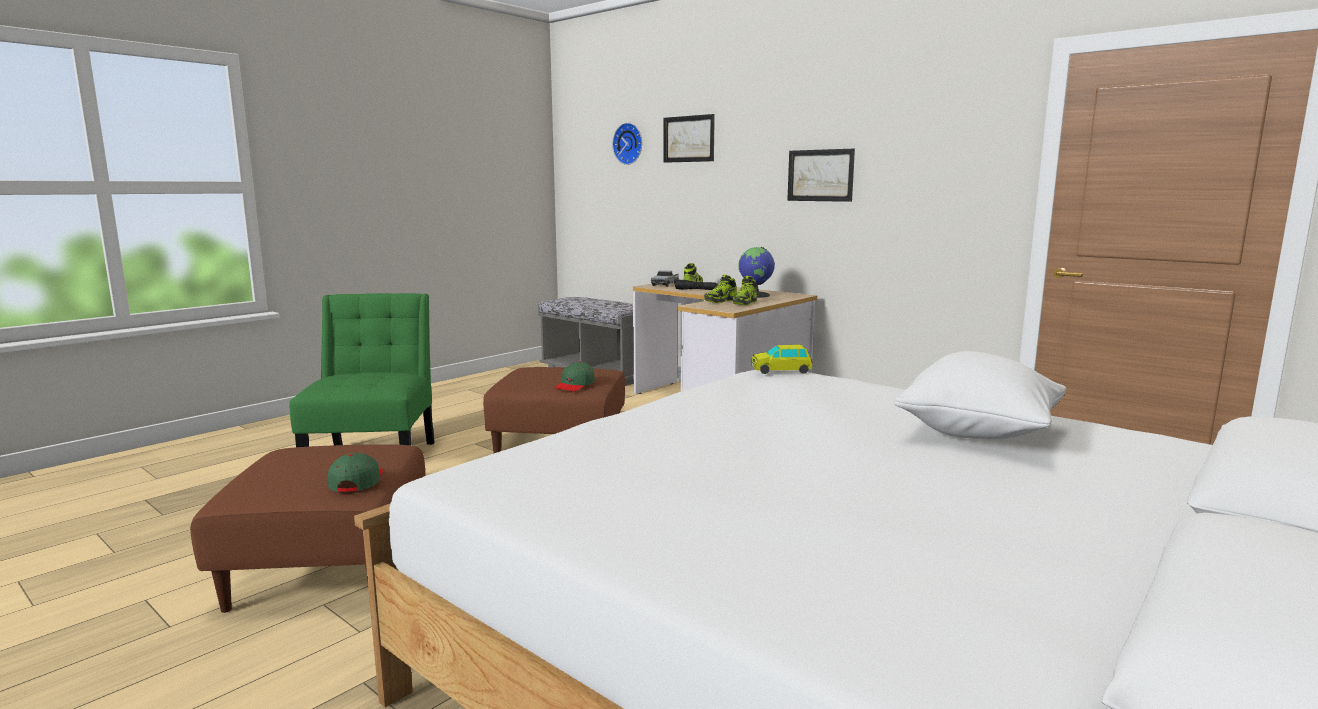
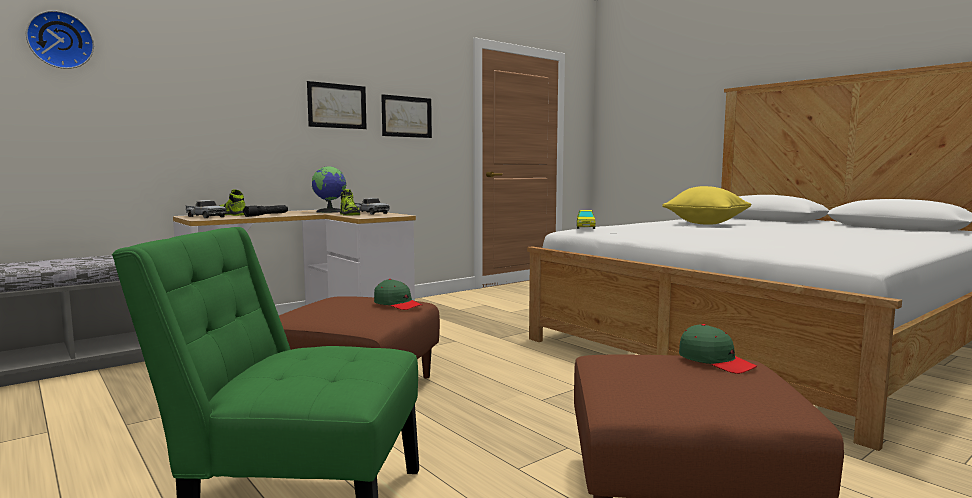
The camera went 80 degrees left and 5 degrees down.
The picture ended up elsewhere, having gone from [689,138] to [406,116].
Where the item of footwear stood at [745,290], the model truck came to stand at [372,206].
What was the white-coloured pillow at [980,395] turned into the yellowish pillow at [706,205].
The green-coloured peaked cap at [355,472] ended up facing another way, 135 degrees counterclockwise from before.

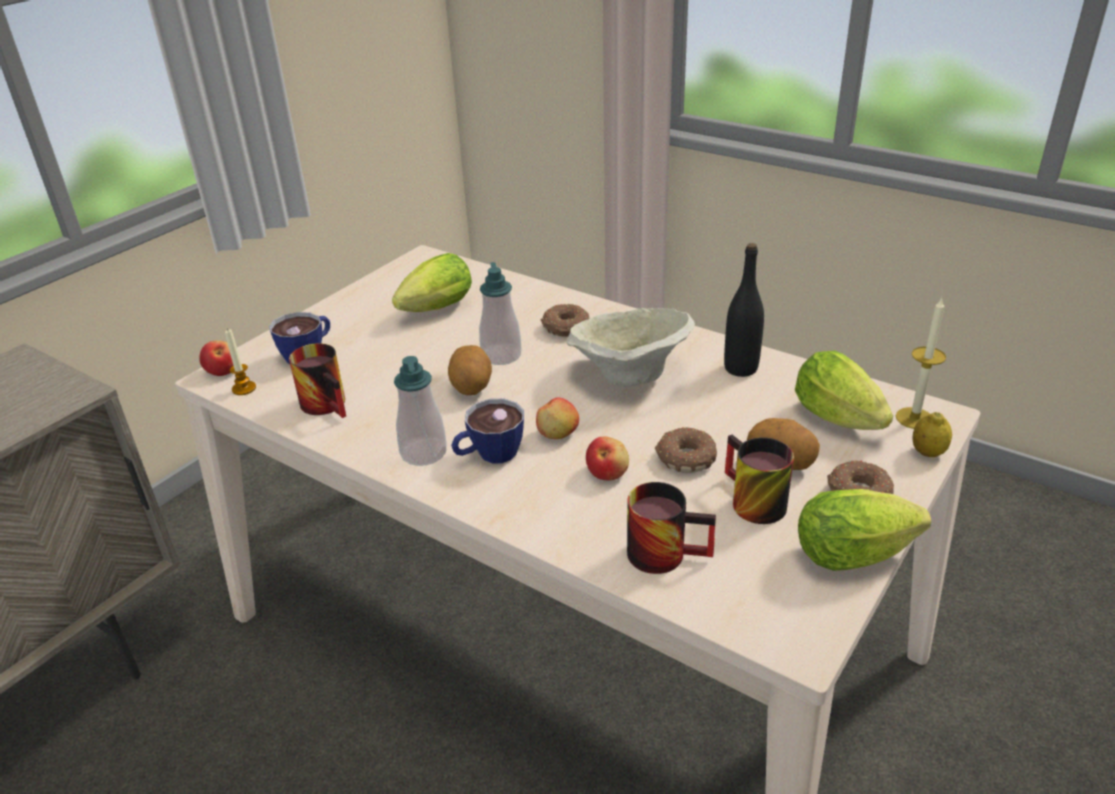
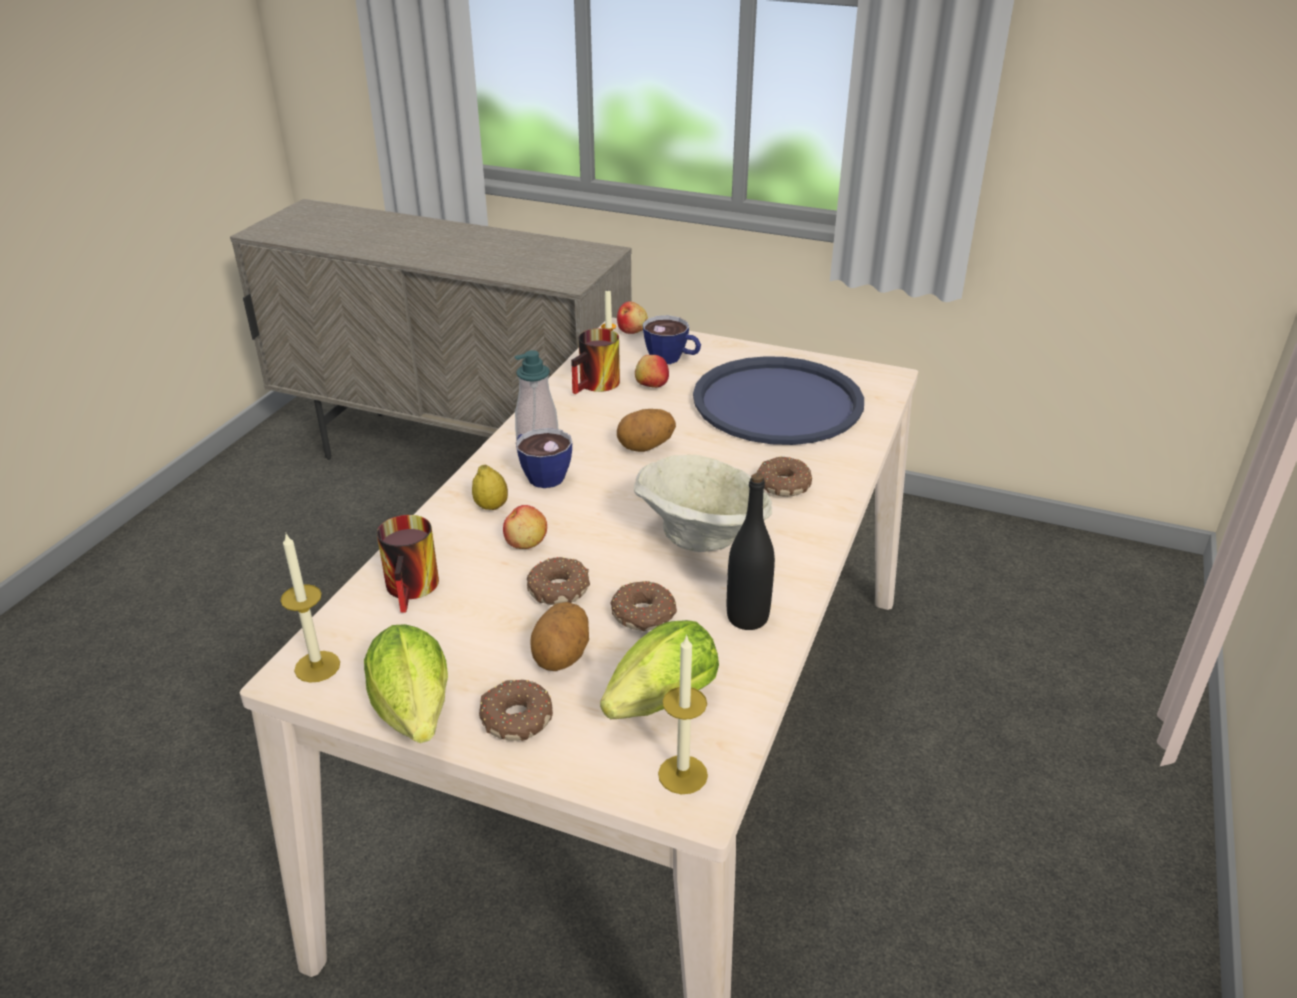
The camera went 75 degrees right and 0 degrees up.
The second view lost the liquid soap bottle at [500,313].
The second view lost the tea mug at [759,479].
The second view gained the candle at [310,607].
The second view gained the ring doughnut at [643,606].
The apple fruit ended up elsewhere, having gone from [557,418] to [652,371].
The whole lemon ended up elsewhere, having gone from [932,434] to [490,487].
Where the lettuce stood at [432,282], the blue-coloured carrying tray came to stand at [778,400].

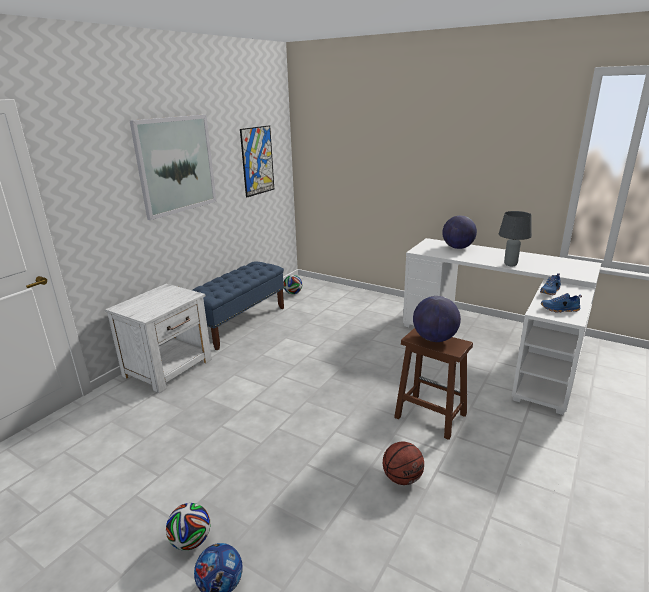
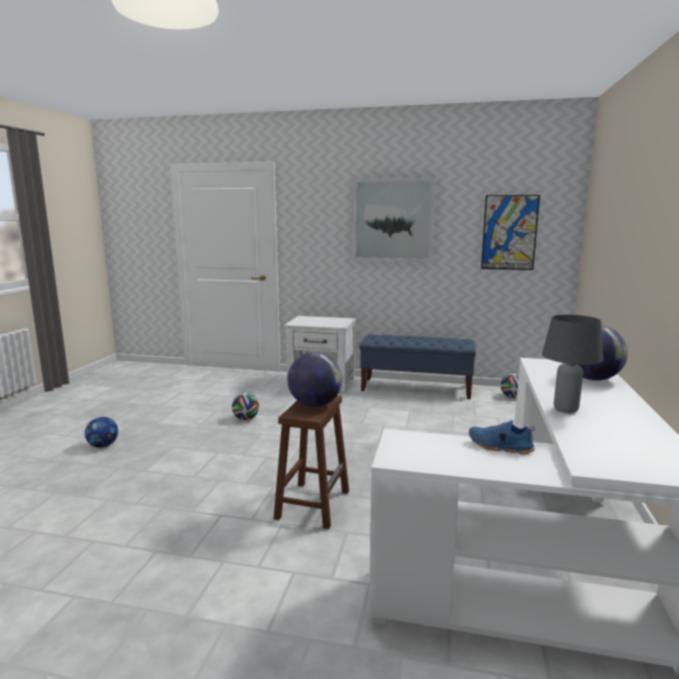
The camera went 70 degrees right and 10 degrees down.
The second view lost the basketball ball at [403,463].
The second view lost the blue-coloured item of footwear at [561,303].
The ball for football ended up elsewhere, having gone from [188,526] to [245,406].

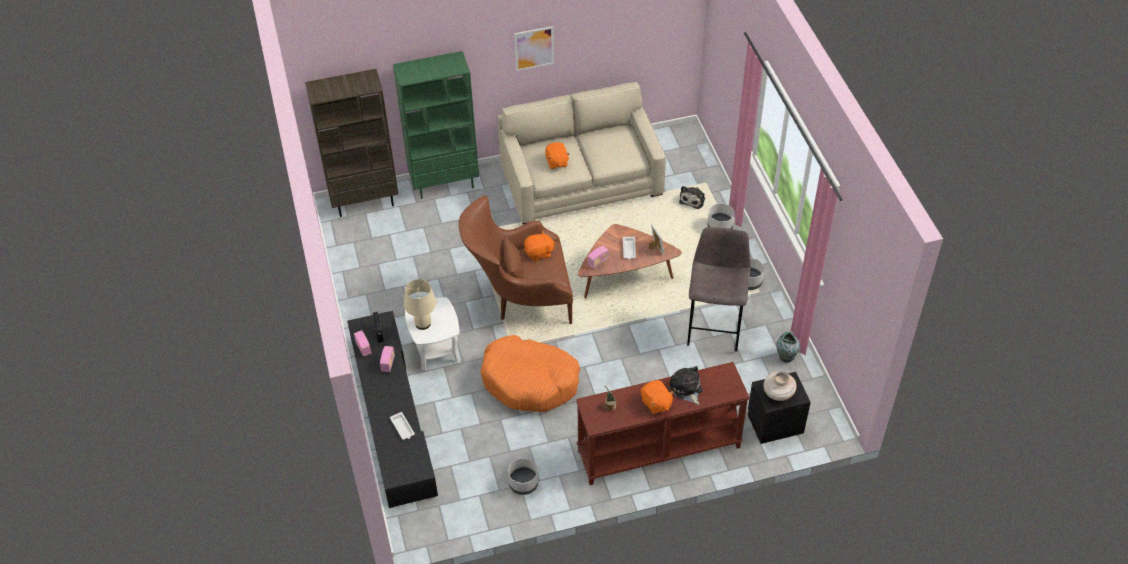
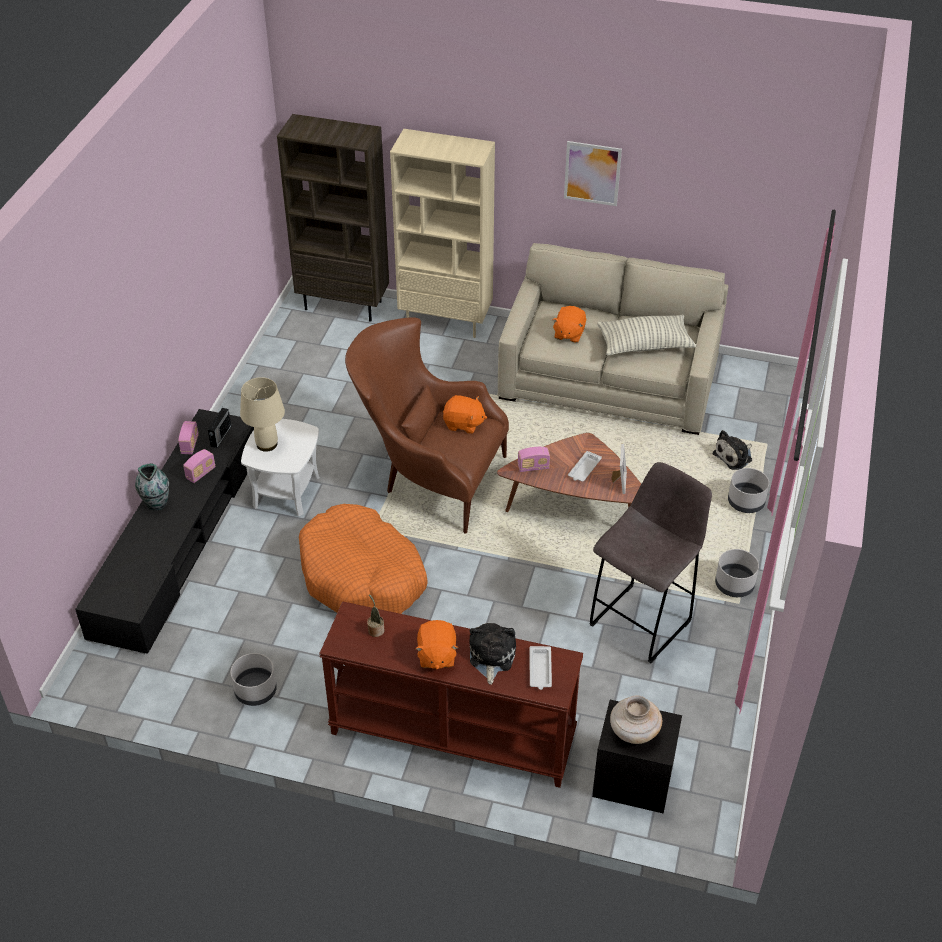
The camera went 30 degrees right and 5 degrees down.
The second view gained the pillow at [646,335].
The white-coloured carrying tray ended up elsewhere, having gone from [402,426] to [540,668].
The decorative vase ended up elsewhere, having gone from [788,347] to [152,486].
What was the green-coloured shelving unit at [436,125] turned into the sand-coloured shelving unit at [442,233].

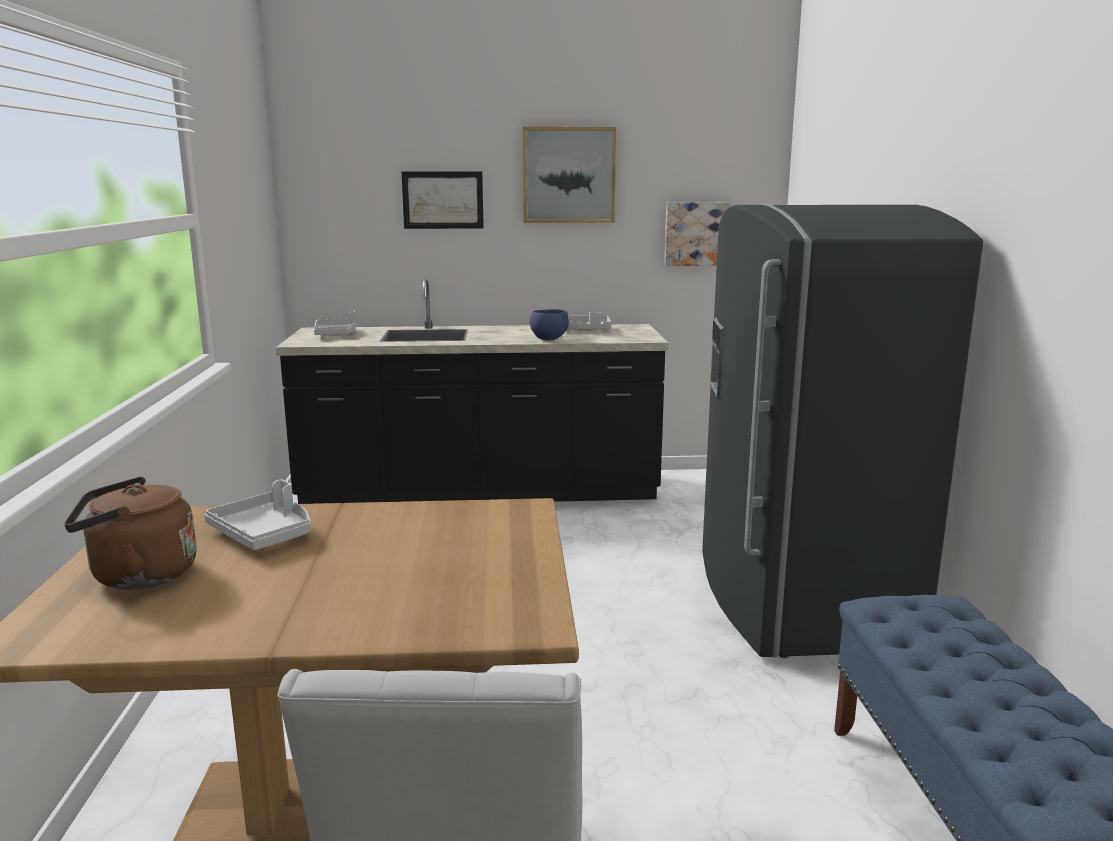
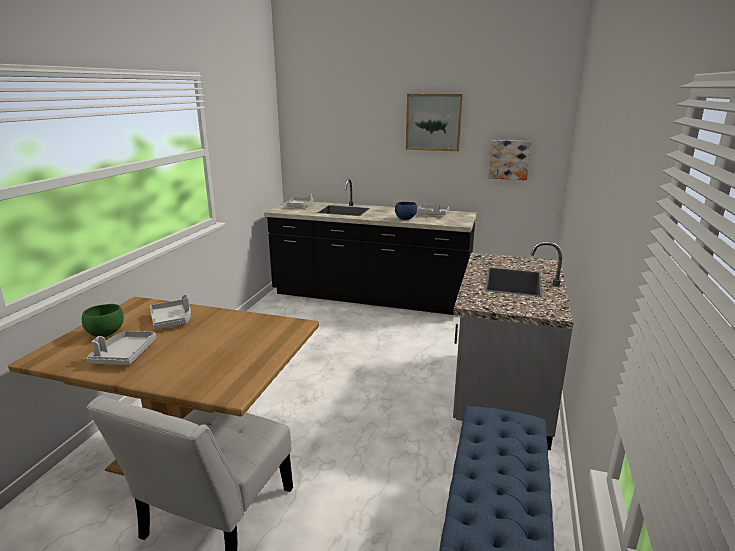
The camera went 20 degrees right and 5 degrees up.
The second view lost the picture at [442,200].
The second view gained the greyish carrying tray at [122,348].
Where the brown-coloured water kettle stood at [130,533], the green-coloured serving bowl came to stand at [103,320].
Where the greyish kitchen fridge stood at [842,431], the greyish kitchen counter came to stand at [513,346].

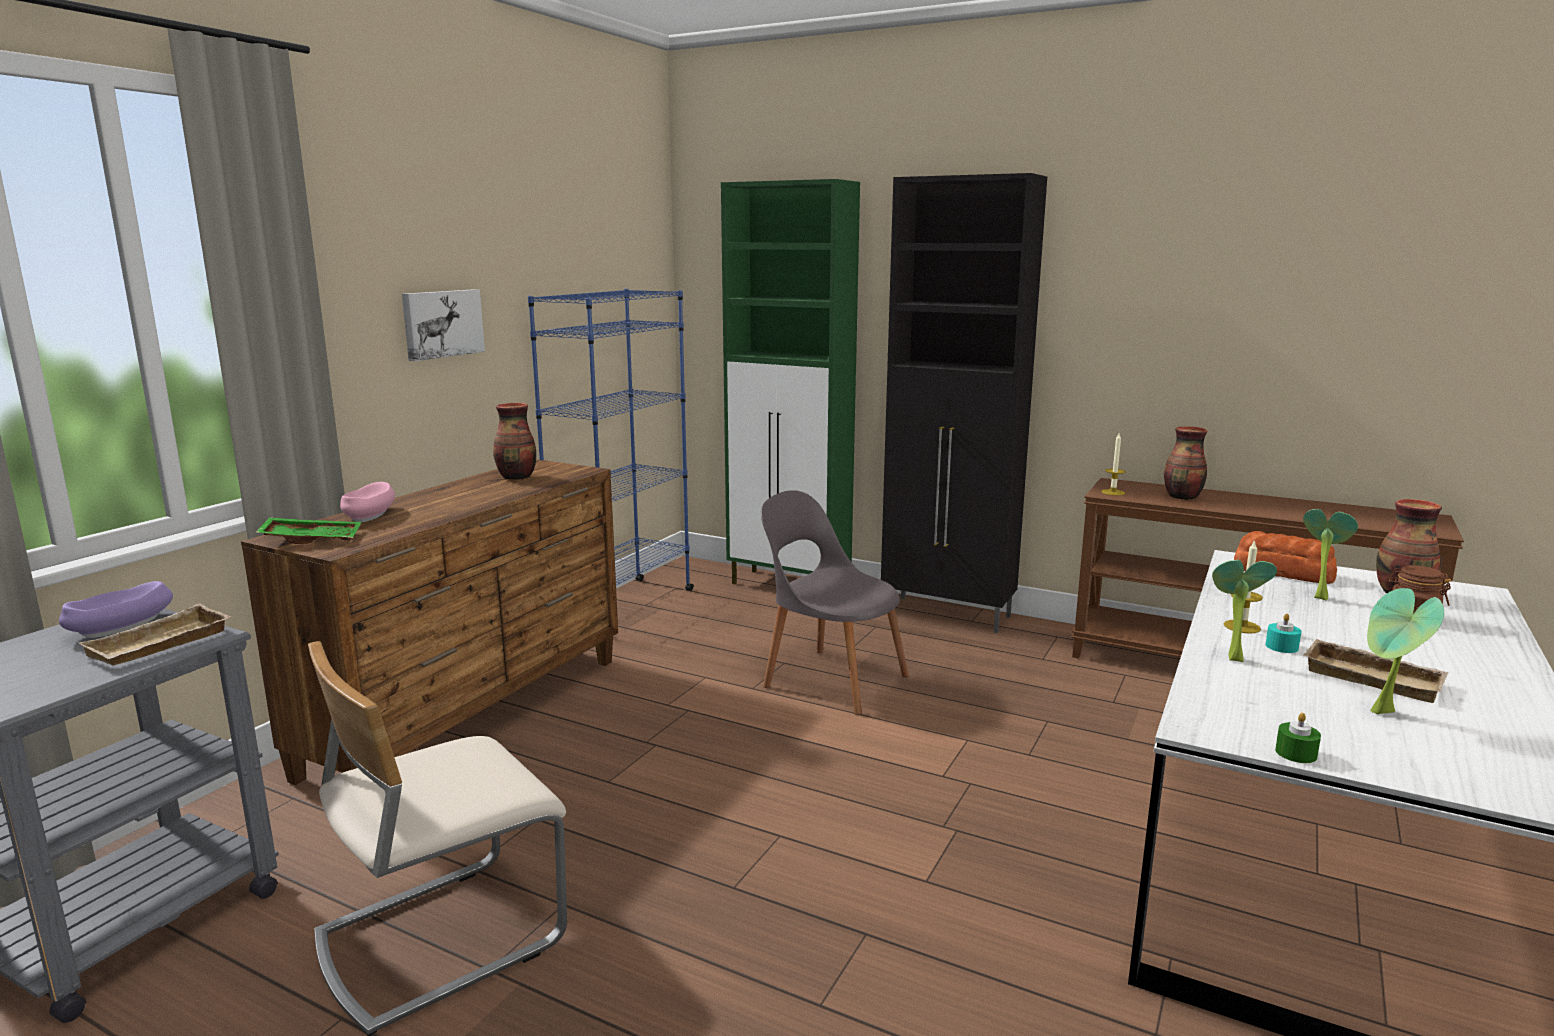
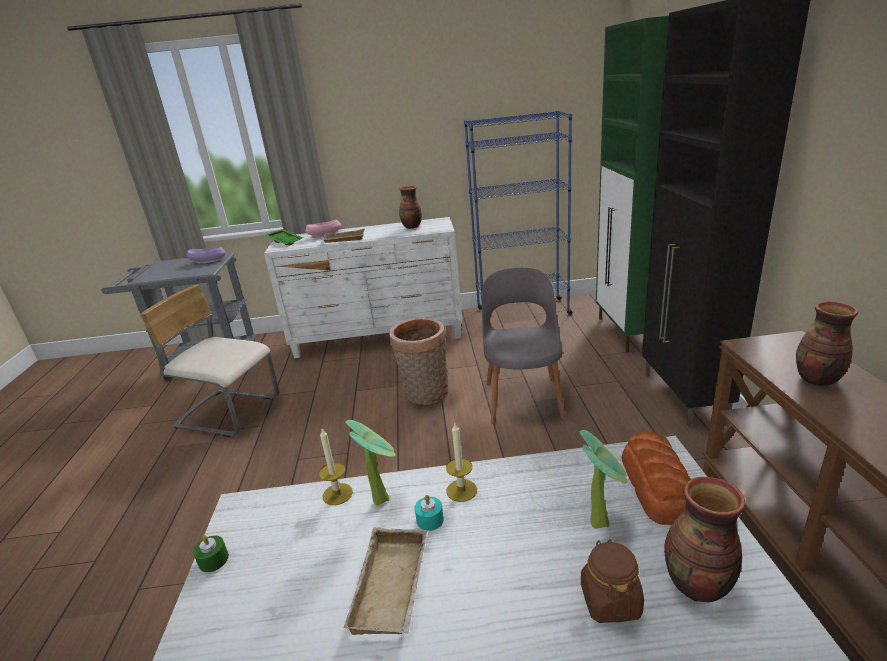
The camera went 60 degrees right and 10 degrees up.
The second view lost the picture at [443,325].
The second view lost the plant in a pot at [1405,651].
The second view gained the storage basket at [418,361].
The sand-coloured carrying tray ended up elsewhere, having gone from [154,634] to [343,235].
The candle ended up elsewhere, having gone from [1113,464] to [336,467].
What was the brown-coloured dresser at [429,622] turned into the white-coloured dresser at [363,287].

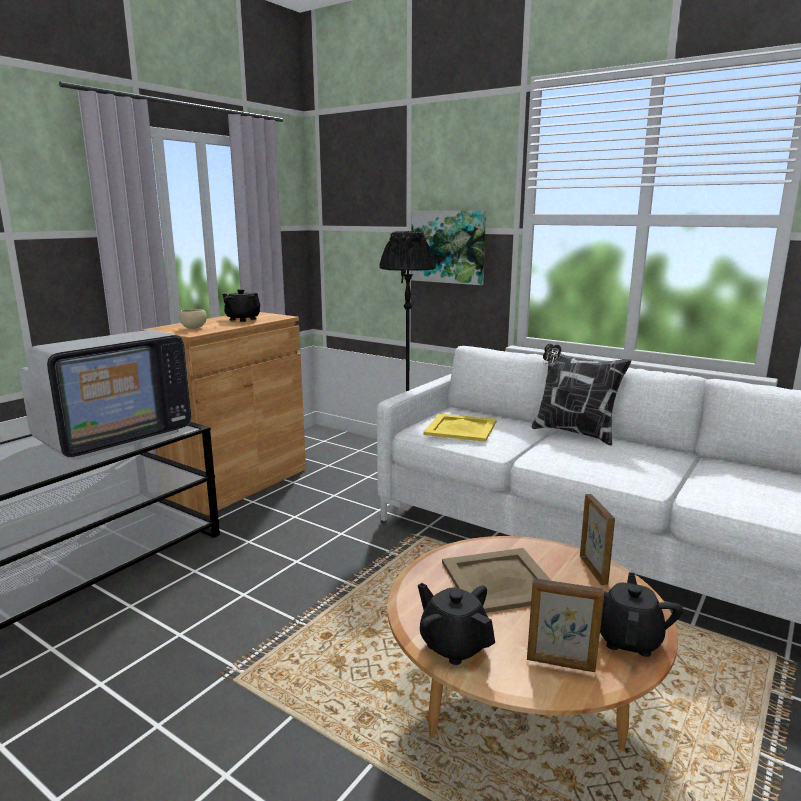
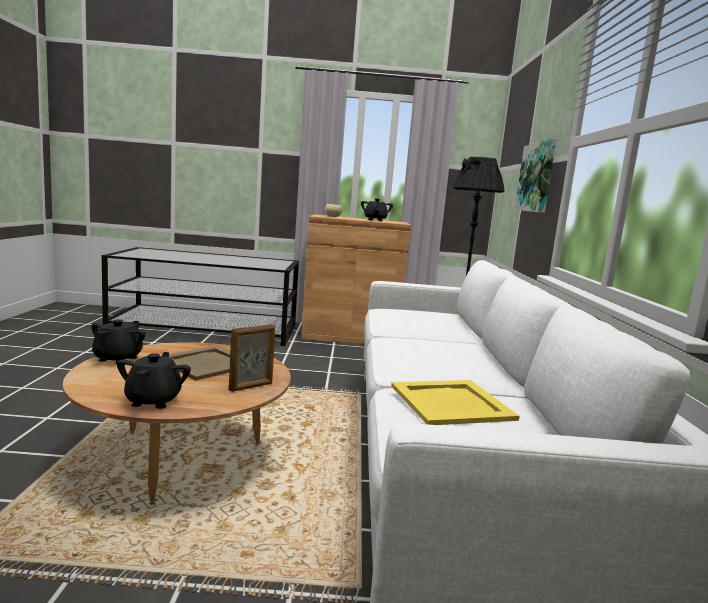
The camera went 55 degrees right and 5 degrees down.
The second view lost the television at [105,395].
The second view lost the standing frame at [565,625].
The second view lost the pillow at [581,395].
The yellowish carrying tray ended up elsewhere, having gone from [460,428] to [455,402].
The black-coloured teapot at [641,614] ended up facing another way, 75 degrees counterclockwise from before.

